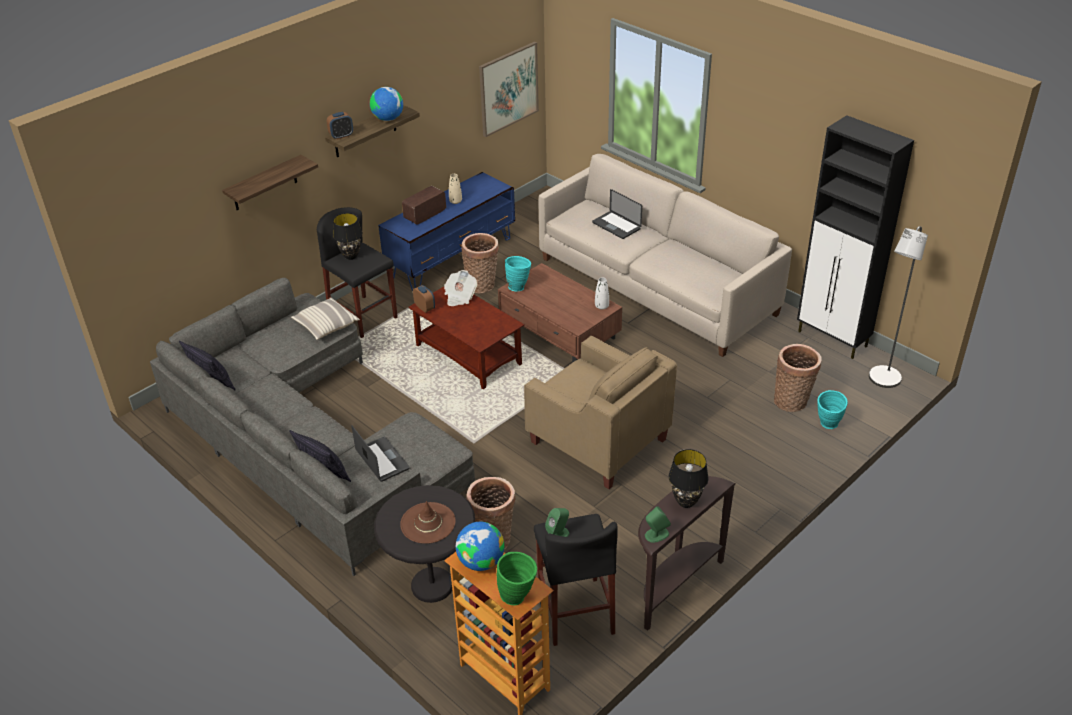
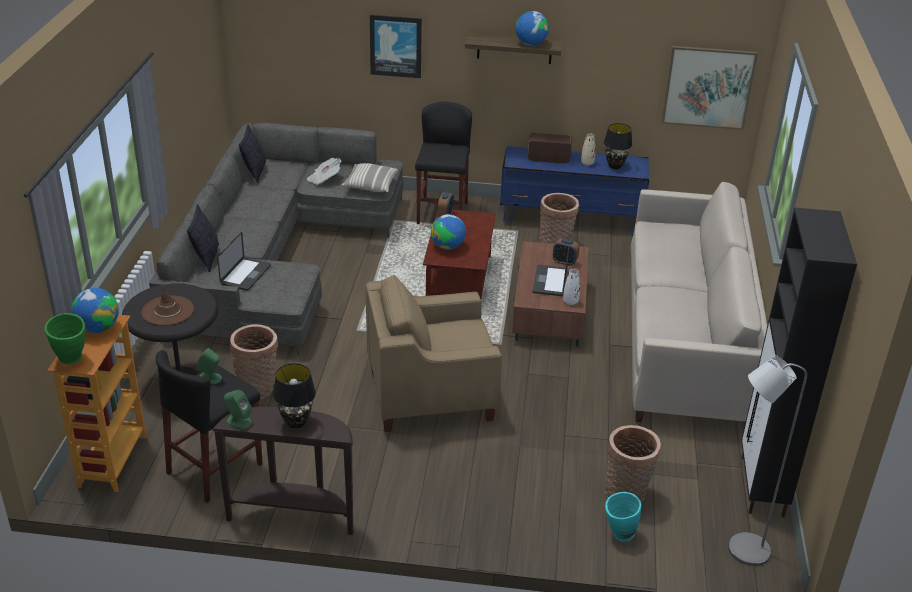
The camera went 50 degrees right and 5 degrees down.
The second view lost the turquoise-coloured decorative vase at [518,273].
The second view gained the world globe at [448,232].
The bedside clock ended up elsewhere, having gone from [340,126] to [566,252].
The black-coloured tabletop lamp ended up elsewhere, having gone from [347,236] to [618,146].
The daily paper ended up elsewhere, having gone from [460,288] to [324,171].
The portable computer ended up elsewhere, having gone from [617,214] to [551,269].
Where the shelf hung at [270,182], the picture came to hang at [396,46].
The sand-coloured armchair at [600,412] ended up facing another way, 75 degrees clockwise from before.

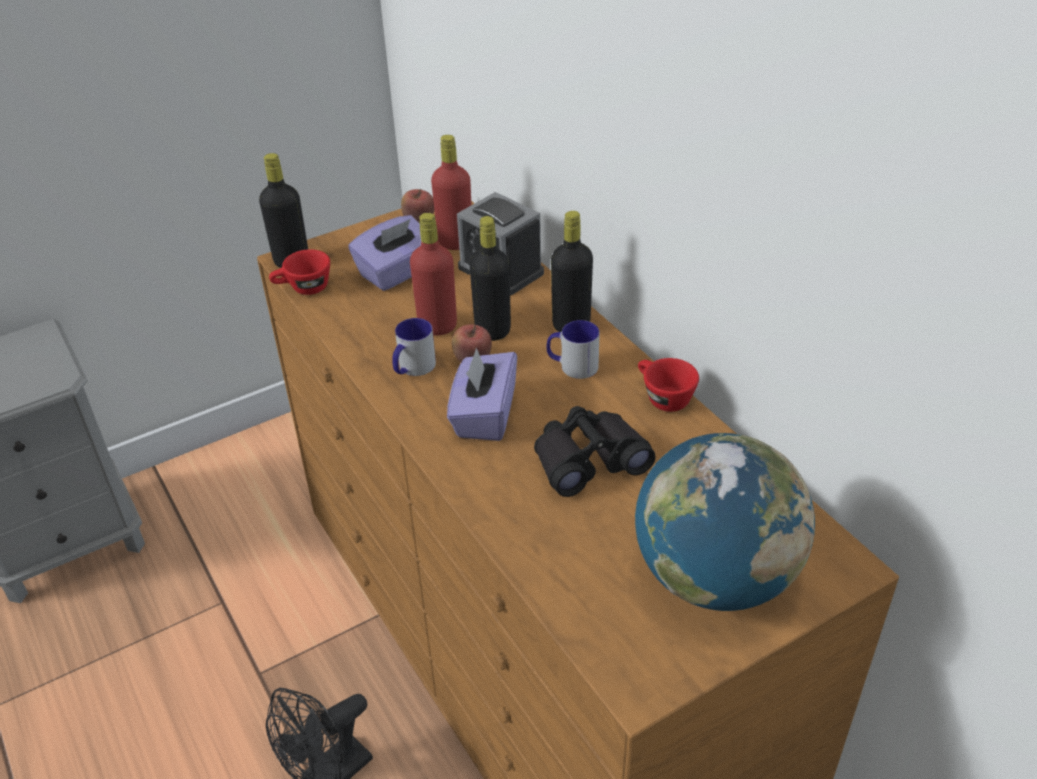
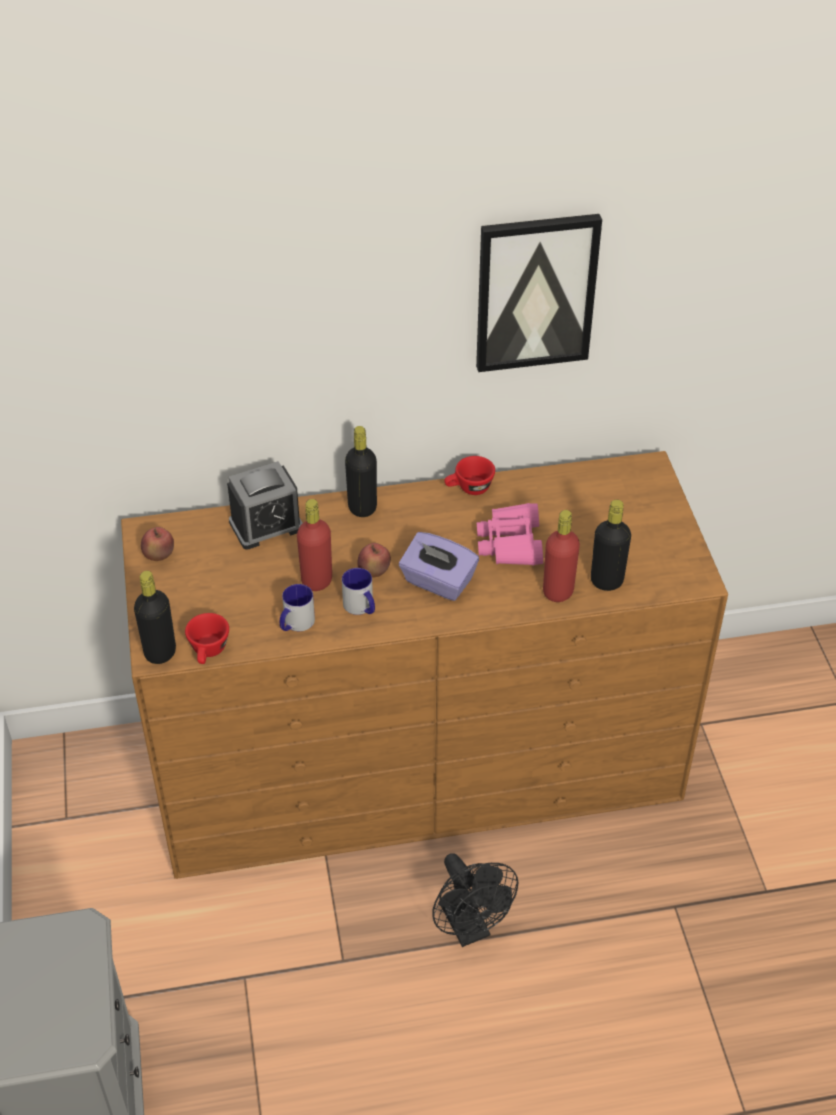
The camera went 70 degrees left and 5 degrees up.
The second view lost the purplish tissue holder at [384,253].
The second view lost the world globe at [725,522].
The second view gained the picture at [539,293].
The red-coloured beverage bottle ended up elsewhere, having gone from [451,192] to [561,556].
The black-coloured beverage bottle ended up elsewhere, having gone from [490,278] to [611,545].
The tea mug ended up elsewhere, having gone from [573,349] to [297,607].
What was the black-coloured field glasses at [595,451] turned into the pinkish field glasses at [510,534].

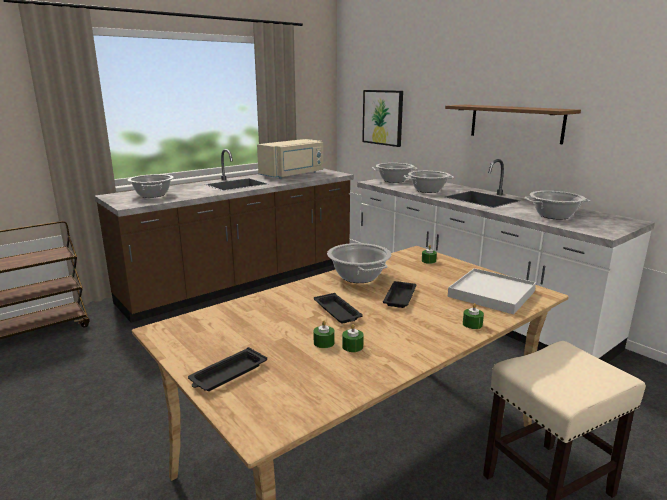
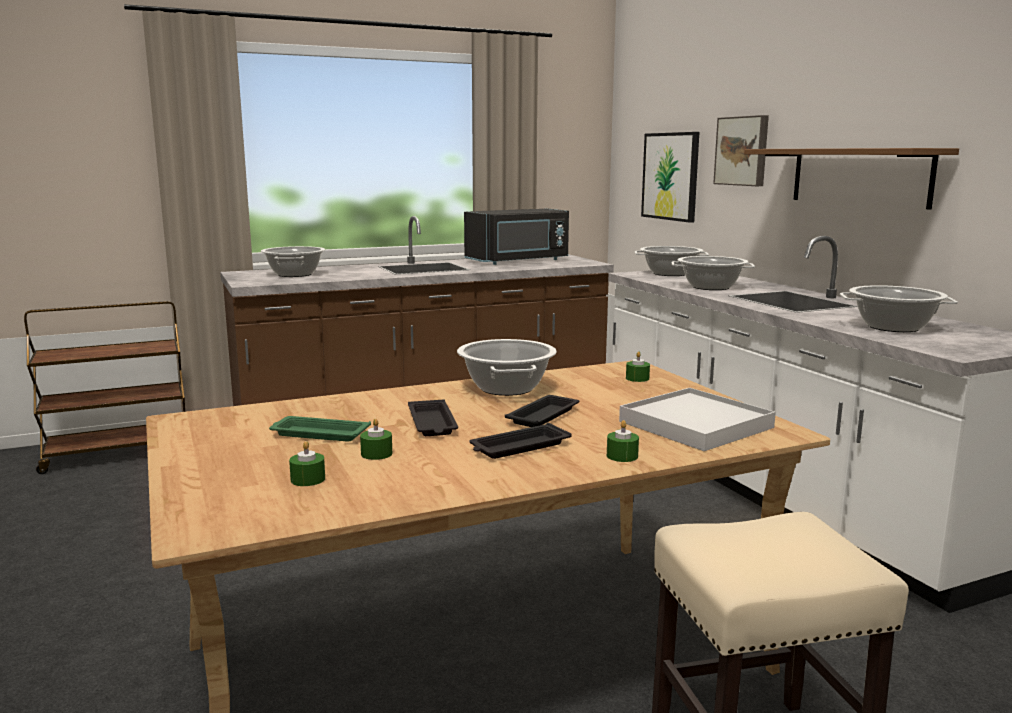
The camera went 15 degrees right and 5 degrees down.
The second view gained the green-coloured carrying tray at [320,429].
The second view gained the picture at [741,150].
The black-coloured carrying tray ended up elsewhere, having gone from [227,369] to [520,441].
The green-coloured candle ended up elsewhere, having gone from [353,338] to [307,463].
What was the sand-coloured microwave at [290,159] turned into the black-coloured microwave at [516,236].

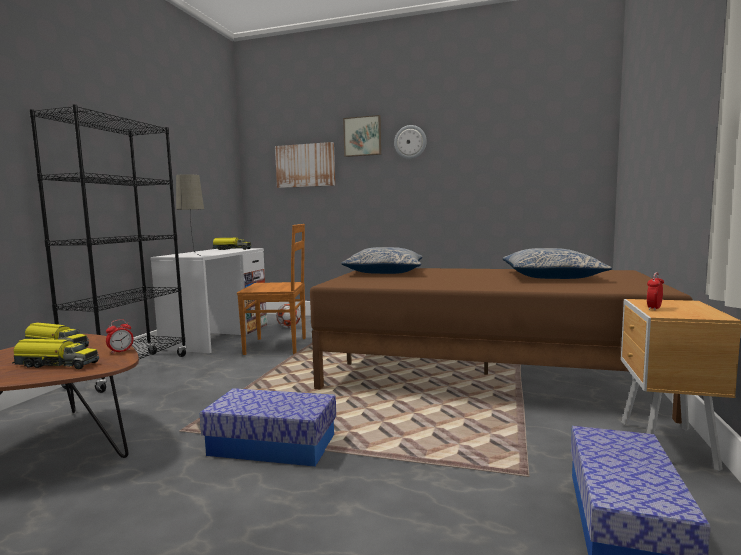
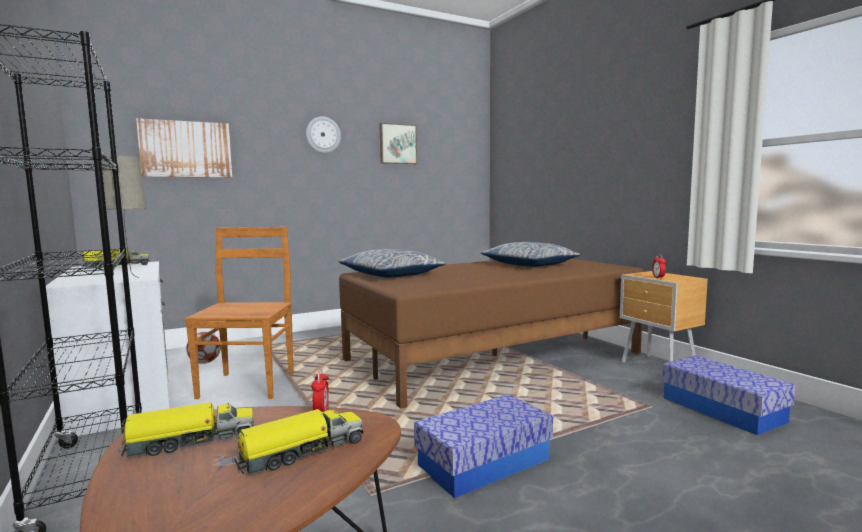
The camera went 45 degrees left and 0 degrees up.
The picture ended up elsewhere, having gone from [362,136] to [398,143].
The brown-coloured chair at [271,289] ended up facing another way, 45 degrees counterclockwise from before.

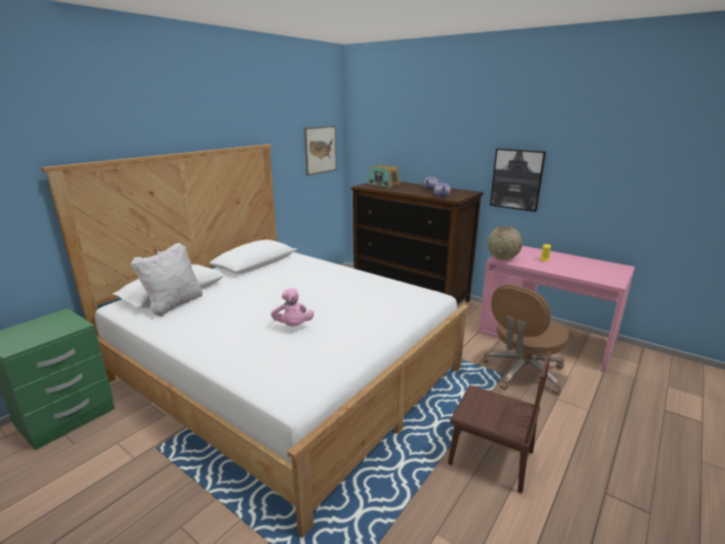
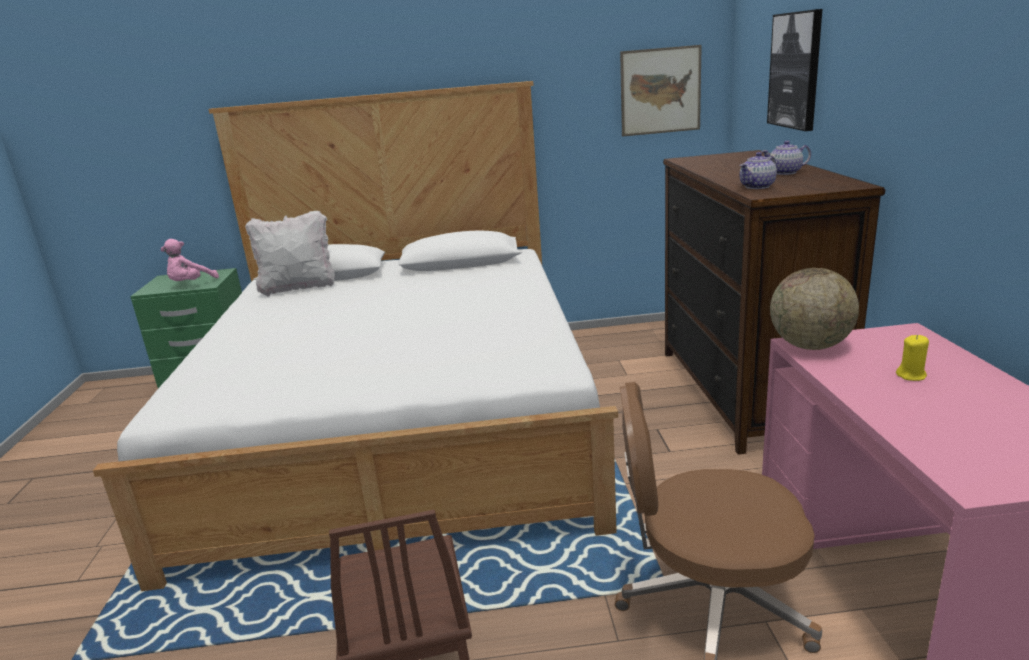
The camera went 50 degrees right and 0 degrees up.
The second view lost the radio at [384,176].
The pinkish plush toy ended up elsewhere, having gone from [292,307] to [190,260].
The picture ended up elsewhere, having gone from [518,180] to [794,70].

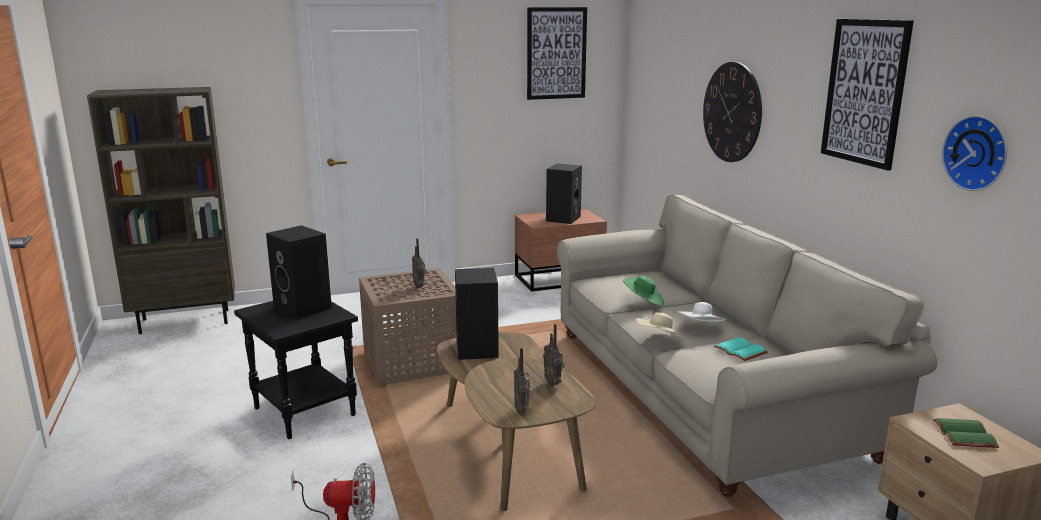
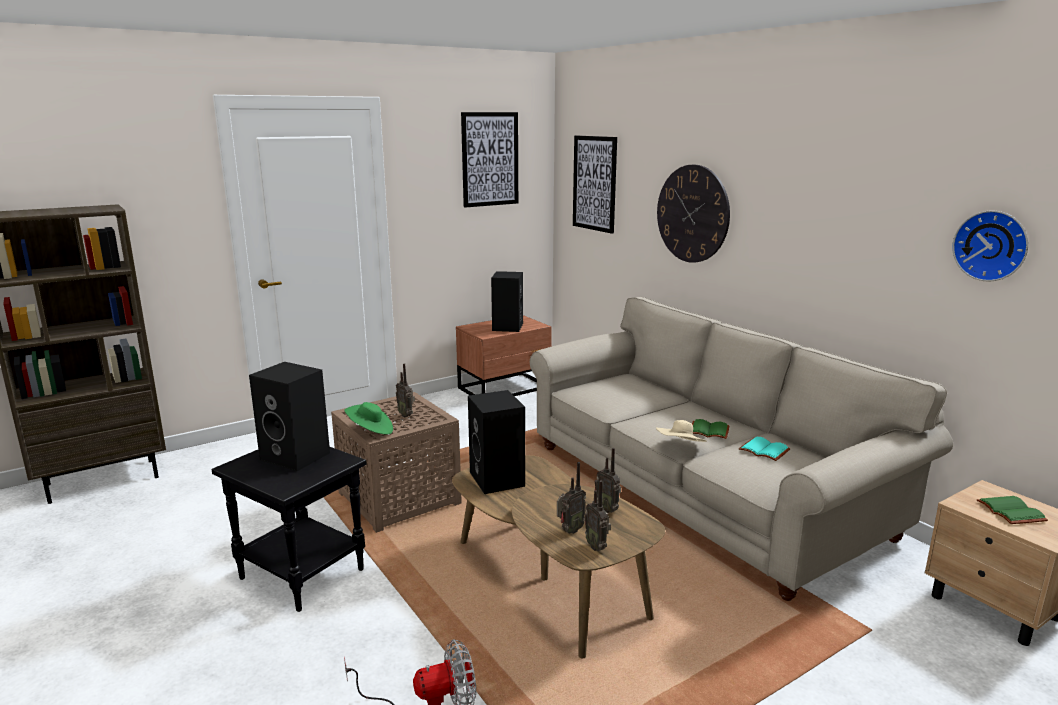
The camera went 15 degrees left and 0 degrees up.
The second view gained the radio at [571,498].
The green-coloured clothing hat ended up elsewhere, having gone from [643,290] to [368,418].
The picture ended up elsewhere, having gone from [867,95] to [595,185].
Where the white-coloured clothing hat stood at [701,312], the green-coloured book came to stand at [710,429].

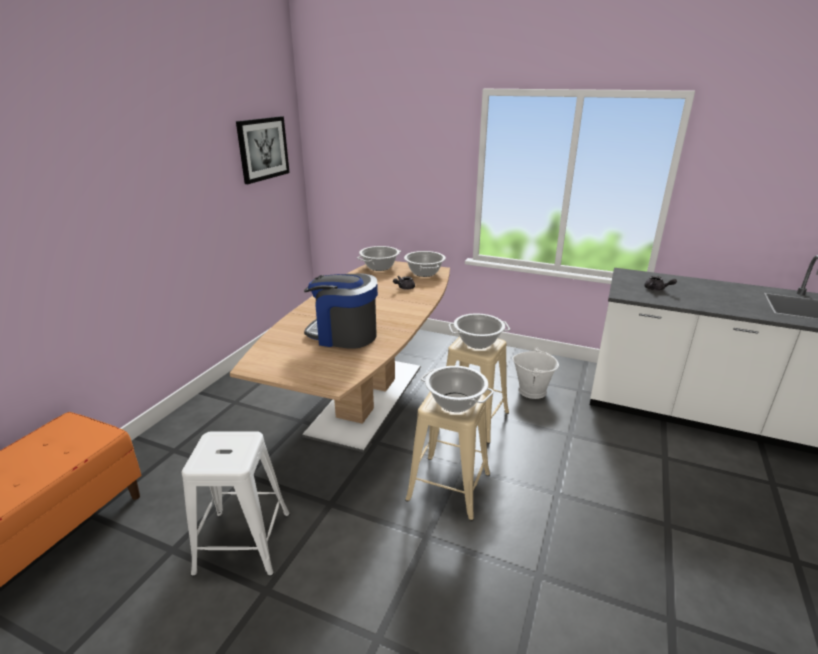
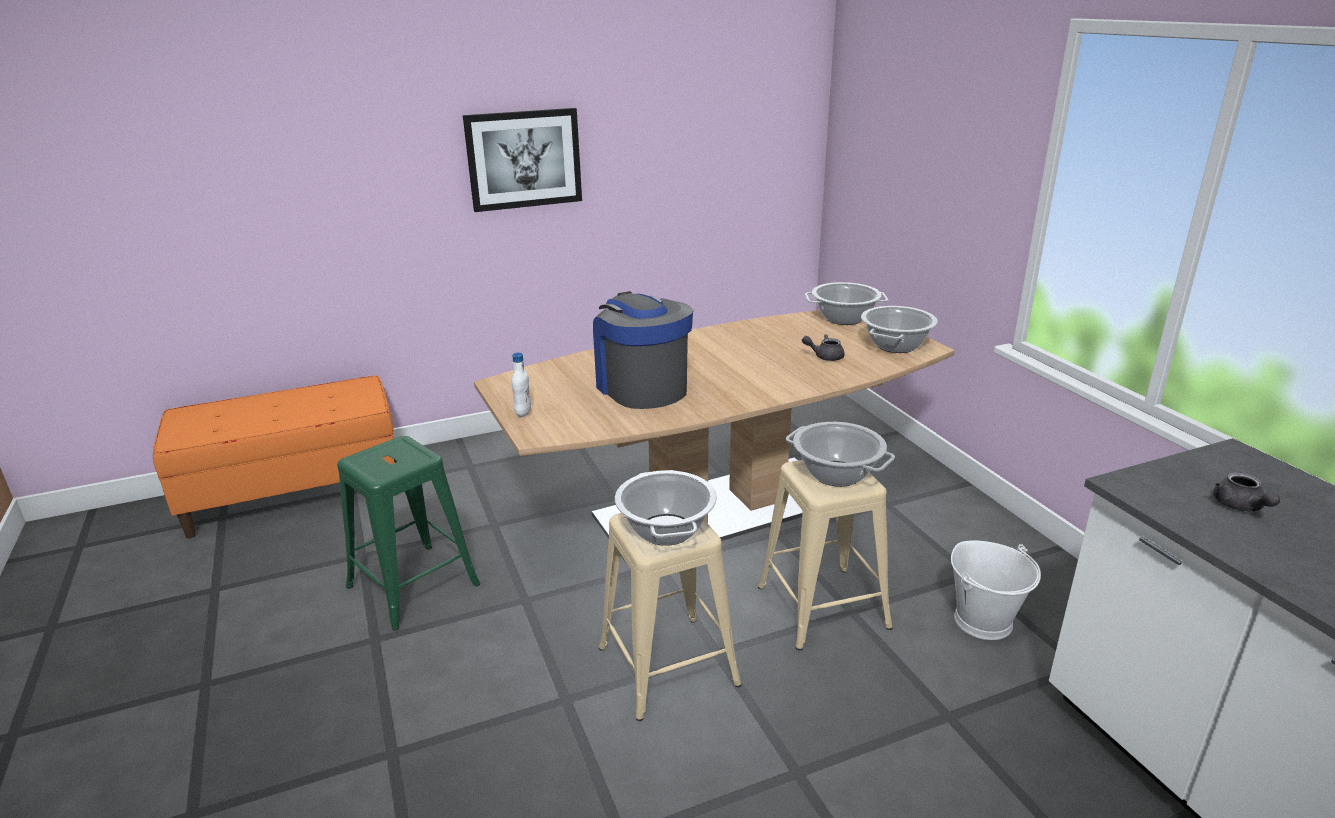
The camera went 45 degrees right and 0 degrees up.
The second view gained the white-coloured beverage bottle at [521,385].
The picture ended up elsewhere, having gone from [263,150] to [522,160].
What was the white-coloured stool seat at [236,504] turned into the green-coloured stool seat at [408,533].

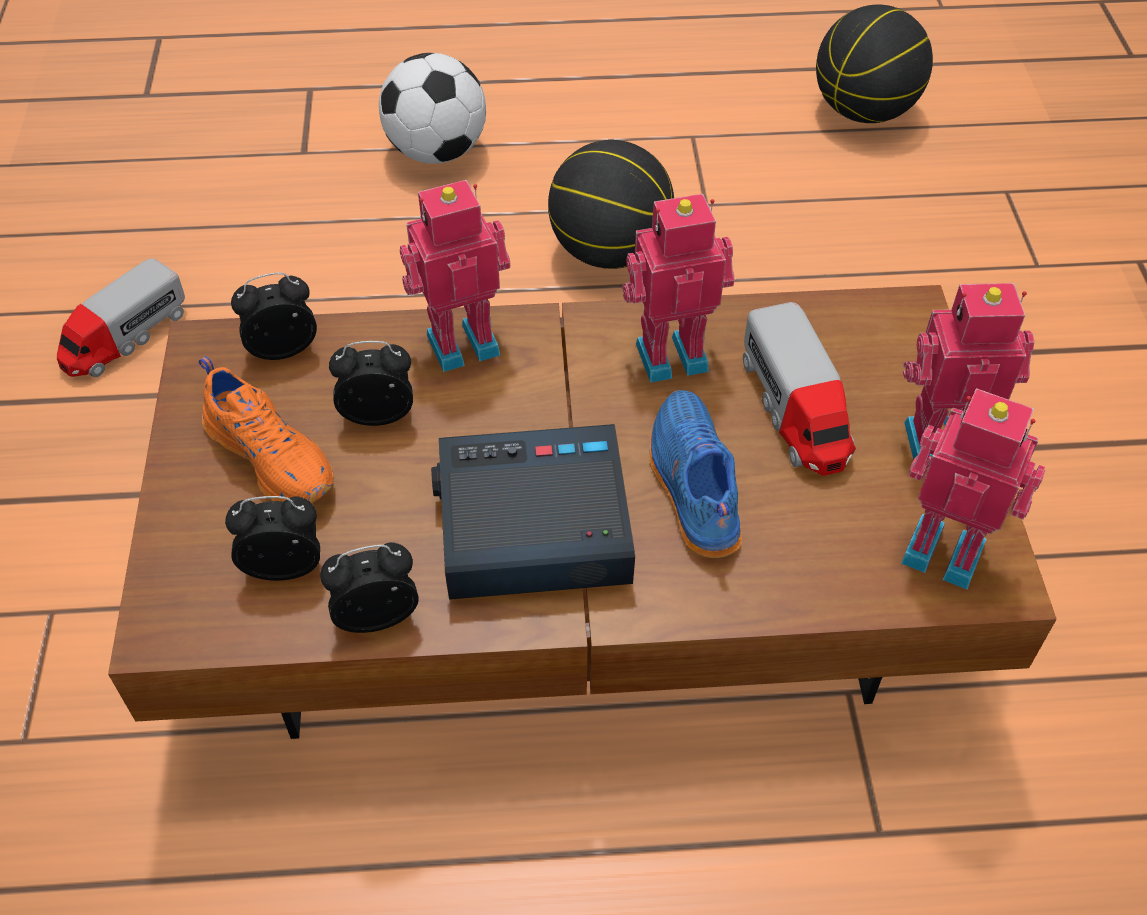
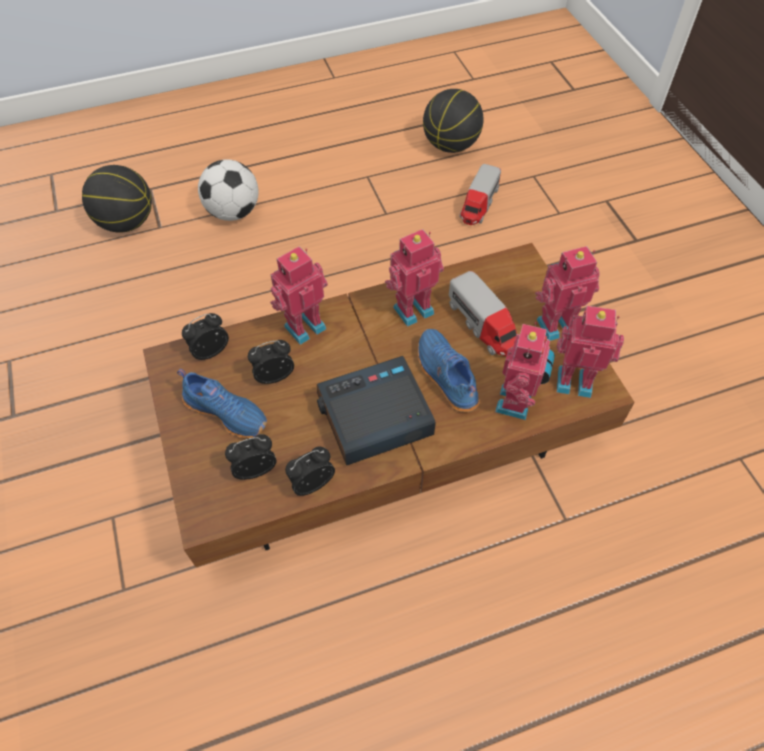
The camera went 15 degrees left and 5 degrees up.
The second view gained the toy robot at [525,371].
The model truck ended up elsewhere, having gone from [121,317] to [480,194].
The basketball ball ended up elsewhere, having gone from [611,204] to [117,198].
What was the orange-coloured item of footwear at [266,429] turned into the blue-coloured item of footwear at [222,403].

